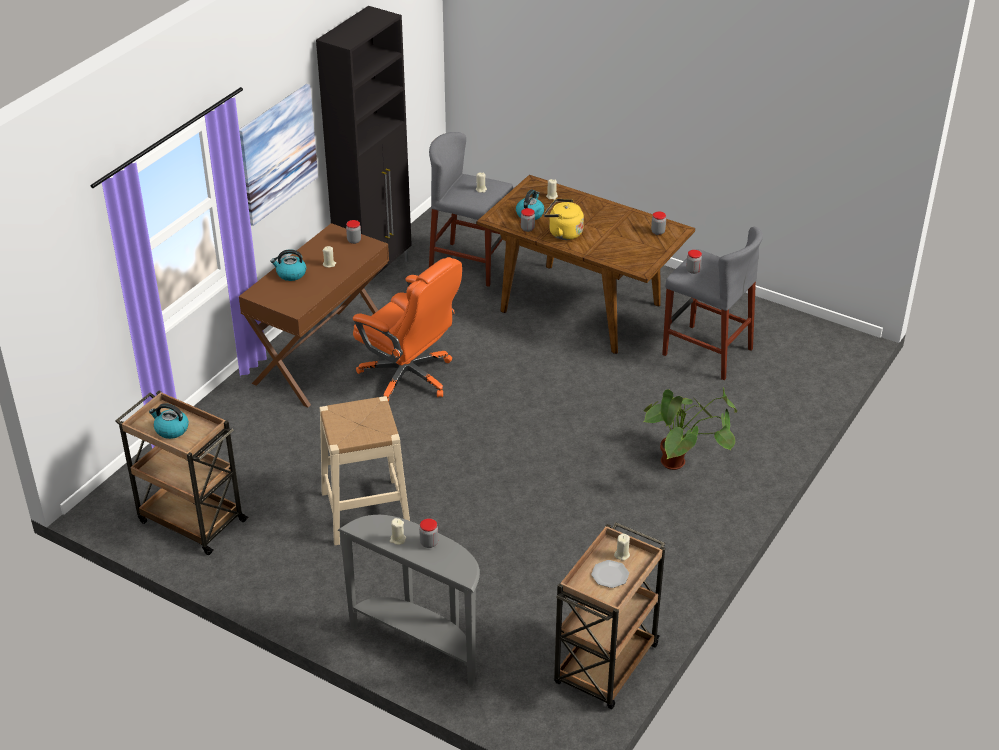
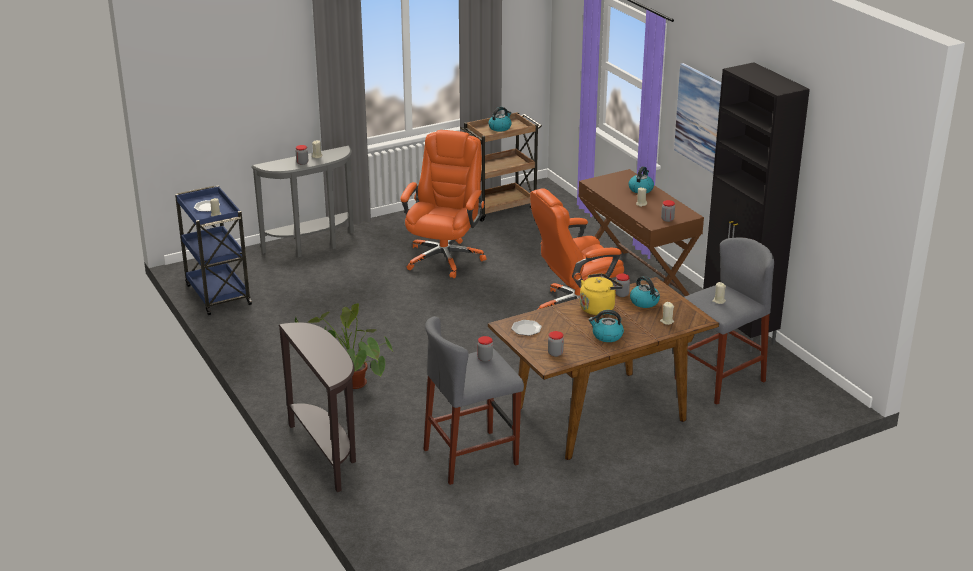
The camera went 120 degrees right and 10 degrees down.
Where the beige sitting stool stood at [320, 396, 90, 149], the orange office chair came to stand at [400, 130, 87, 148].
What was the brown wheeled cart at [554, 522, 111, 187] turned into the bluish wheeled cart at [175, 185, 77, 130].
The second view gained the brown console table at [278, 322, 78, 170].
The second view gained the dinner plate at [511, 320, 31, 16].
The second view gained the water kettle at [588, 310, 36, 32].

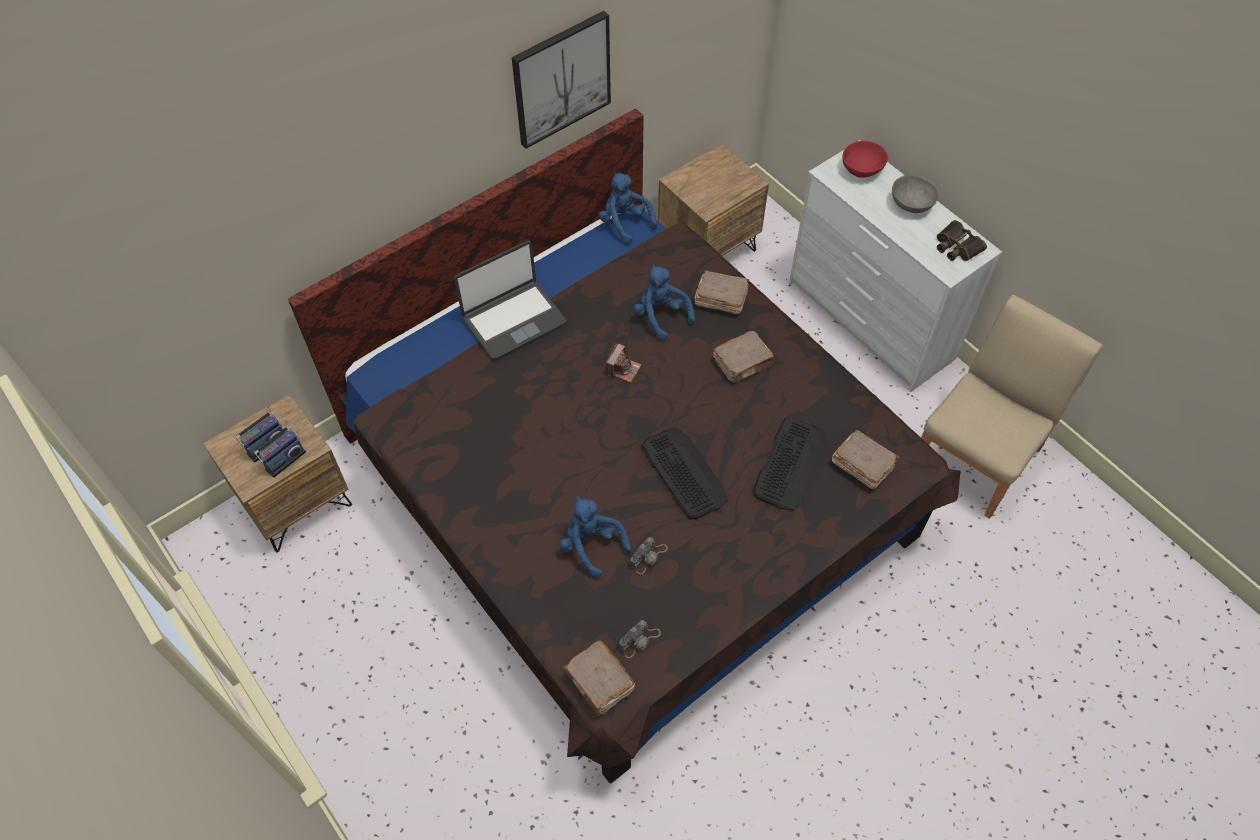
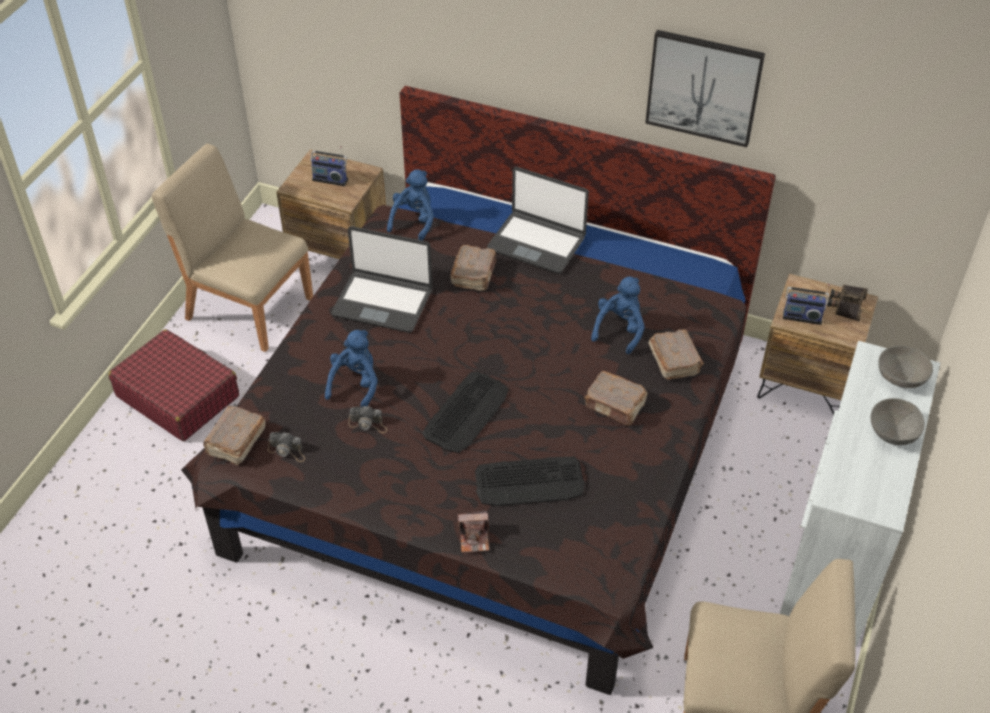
The camera went 60 degrees right and 10 degrees down.
The radio set ended up elsewhere, having gone from [254, 420, 52, 58] to [783, 284, 47, 41].
The bluish plush toy ended up elsewhere, having gone from [599, 173, 58, 72] to [387, 169, 47, 72].
The still camera ended up elsewhere, having gone from [606, 344, 35, 39] to [457, 511, 32, 42].
The brown volume ended up elsewhere, having gone from [832, 430, 67, 59] to [450, 245, 46, 46].
What was the red bowl at [842, 141, 46, 37] turned into the greyish bowl at [879, 345, 54, 43].
The binoculars ended up elsewhere, having gone from [937, 220, 50, 41] to [827, 284, 41, 38].
The second view gained the red suitcase at [108, 329, 131, 112].
The second view gained the beige chair at [152, 143, 161, 209].
The second view gained the laptop at [331, 226, 101, 107].

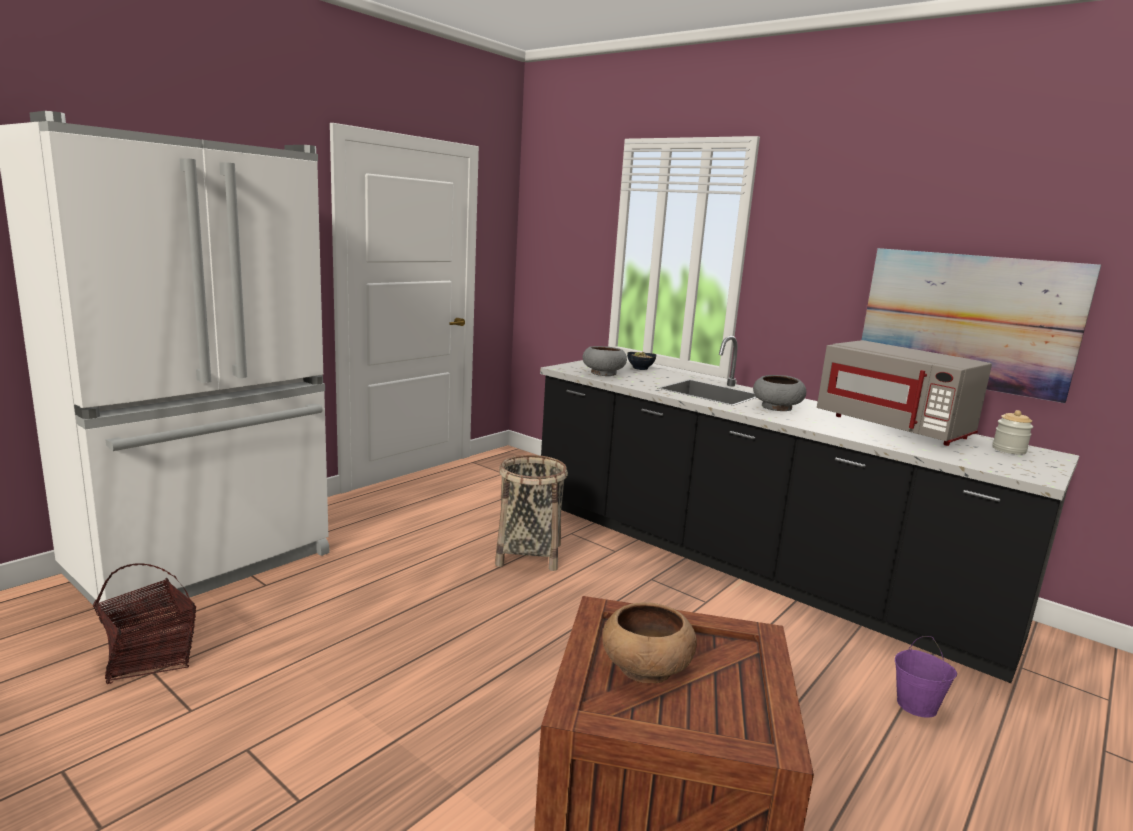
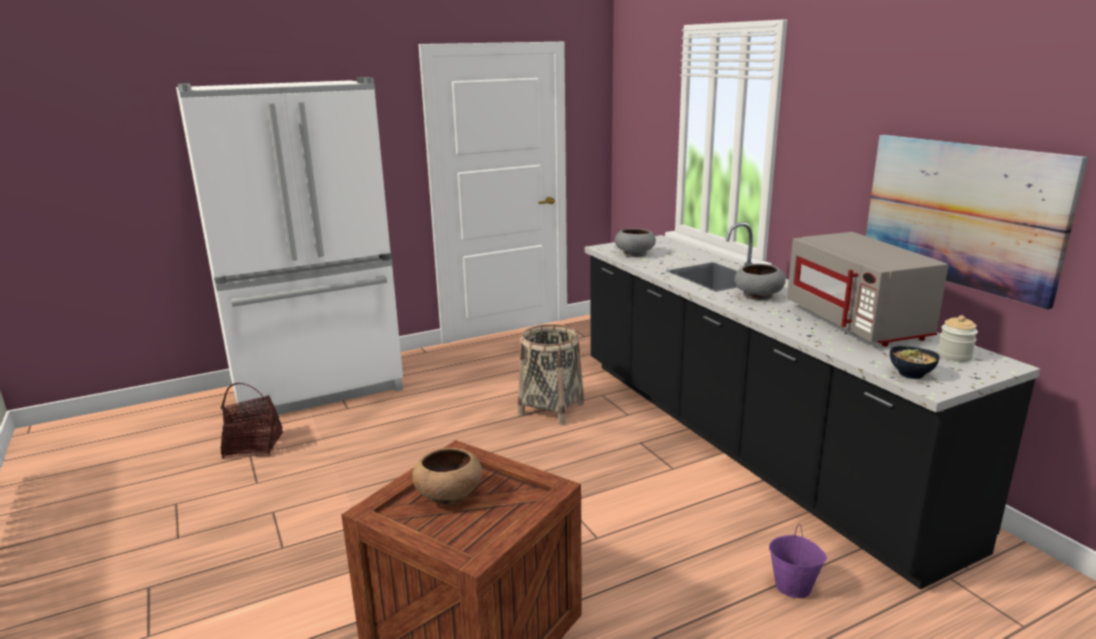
The camera went 25 degrees right and 5 degrees up.
The bowl ended up elsewhere, having gone from [627, 352, 29, 18] to [890, 346, 50, 33].

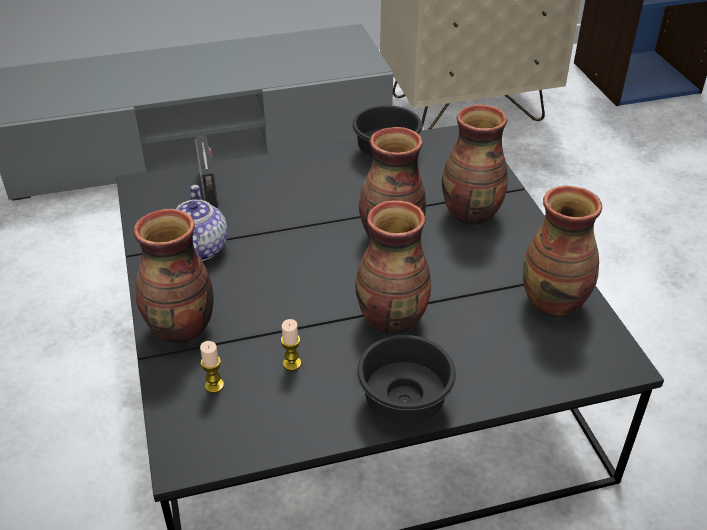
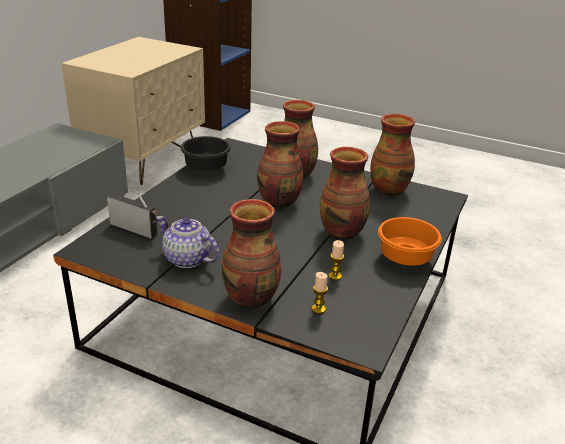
The camera went 50 degrees left and 10 degrees down.
What was the black-coloured bowl at [357, 335, 99, 89] turned into the orange bowl at [378, 217, 64, 48].

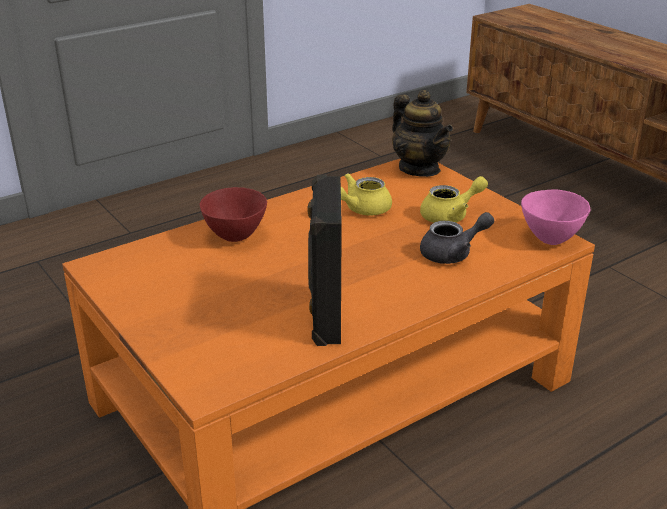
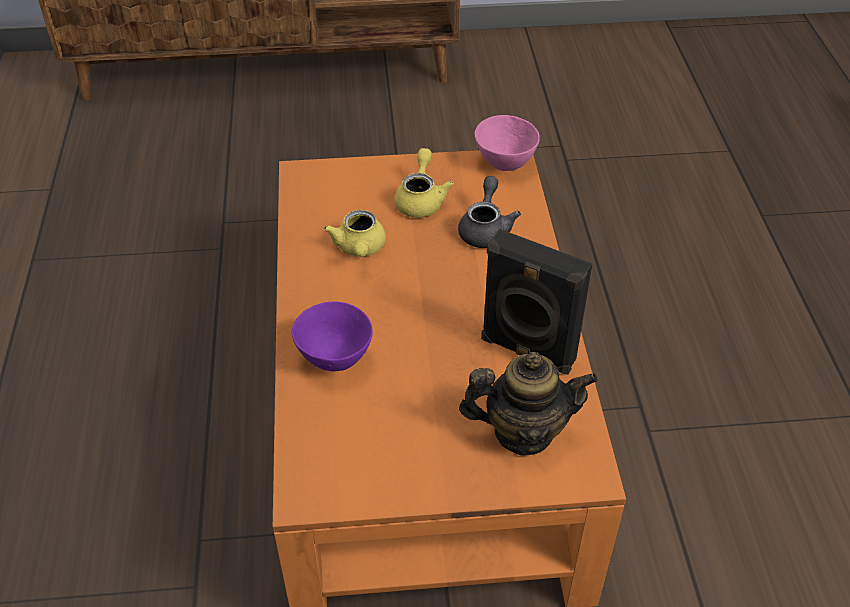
The camera went 60 degrees left and 15 degrees up.
What was the red bowl at [200, 187, 67, 55] turned into the purple bowl at [292, 302, 81, 69].
The teapot ended up elsewhere, having gone from [392, 90, 61, 87] to [459, 352, 139, 104].

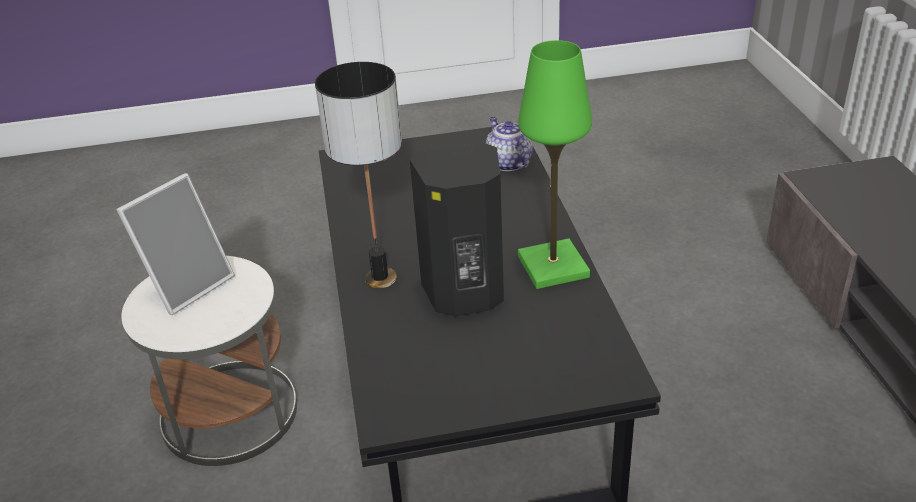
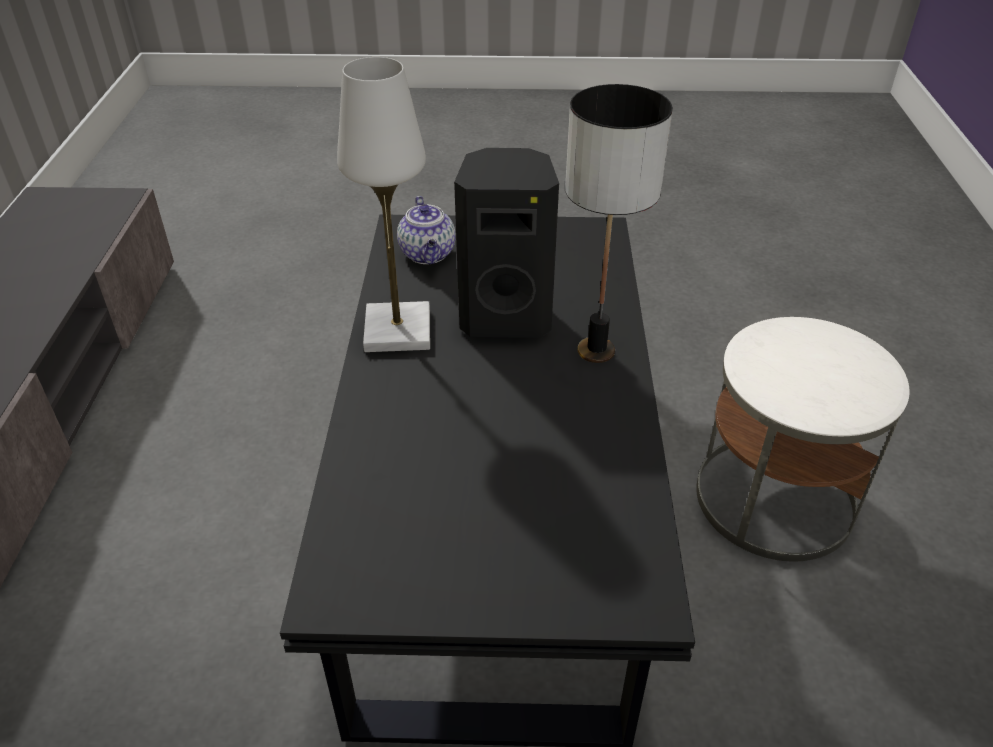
The camera went 170 degrees left and 5 degrees up.
The second view lost the photo frame at [117, 173, 118, 142].
The teapot ended up elsewhere, having gone from [486, 117, 47, 54] to [397, 196, 59, 68].
What was the greenish table lamp at [518, 40, 74, 249] turned into the white-coloured table lamp at [337, 57, 93, 295].

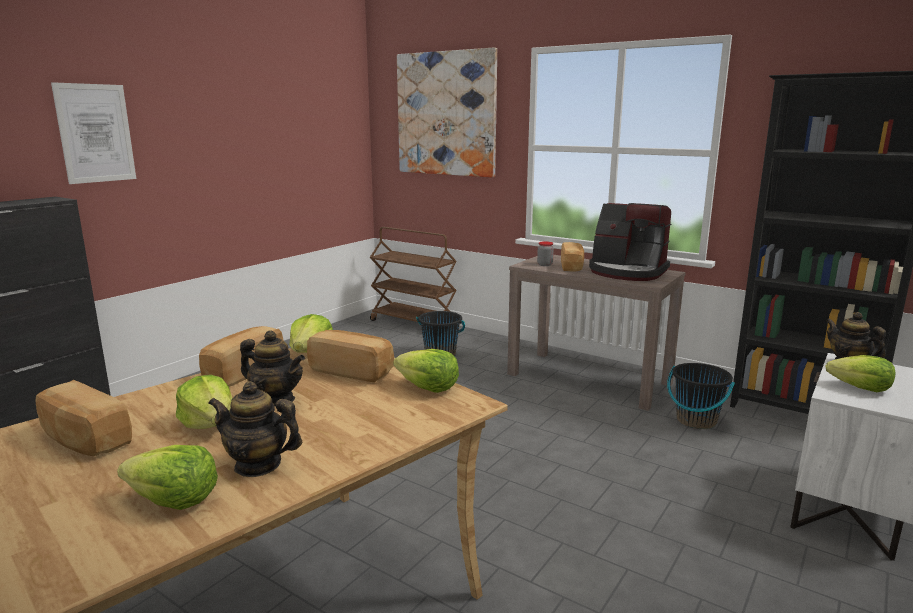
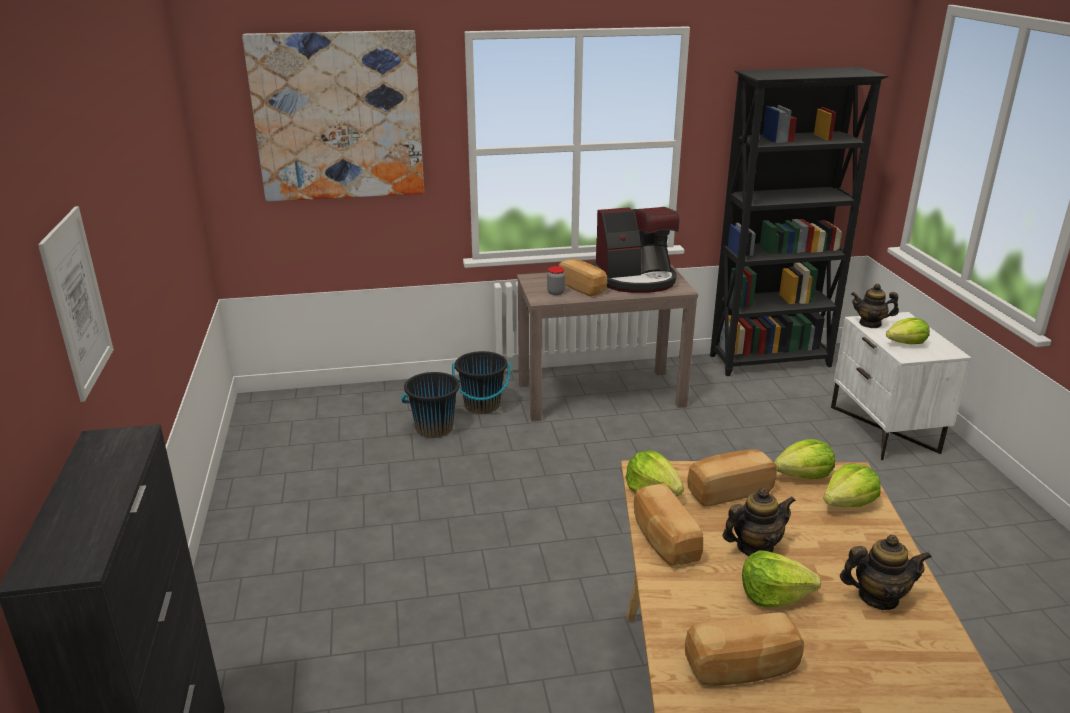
The camera went 45 degrees left and 10 degrees up.
The lettuce head ended up elsewhere, having gone from [117, 445, 101, 65] to [823, 464, 58, 44].
The teapot at [208, 381, 94, 96] ended up facing another way, 150 degrees counterclockwise from before.
The second view lost the brown wheeled cart at [370, 227, 87, 95].
The black-coloured pail ended up elsewhere, having gone from [667, 363, 68, 66] to [452, 351, 58, 63].

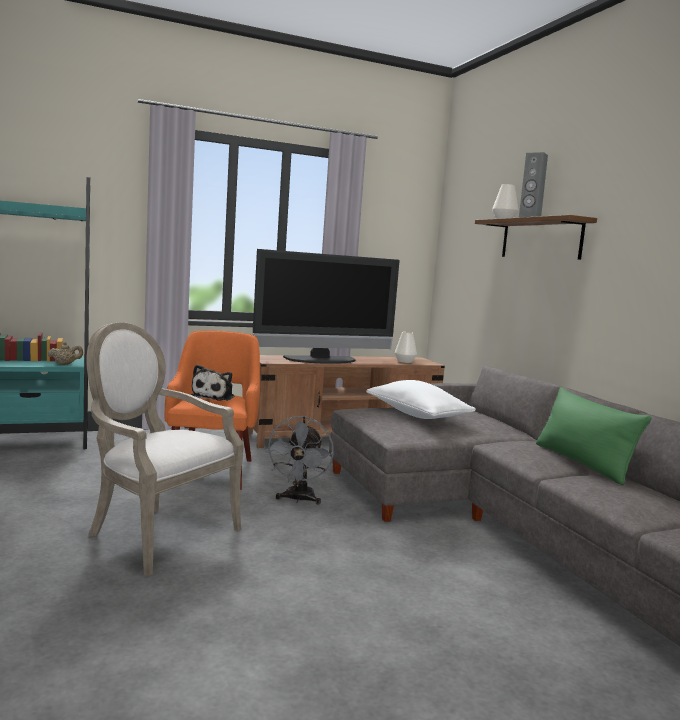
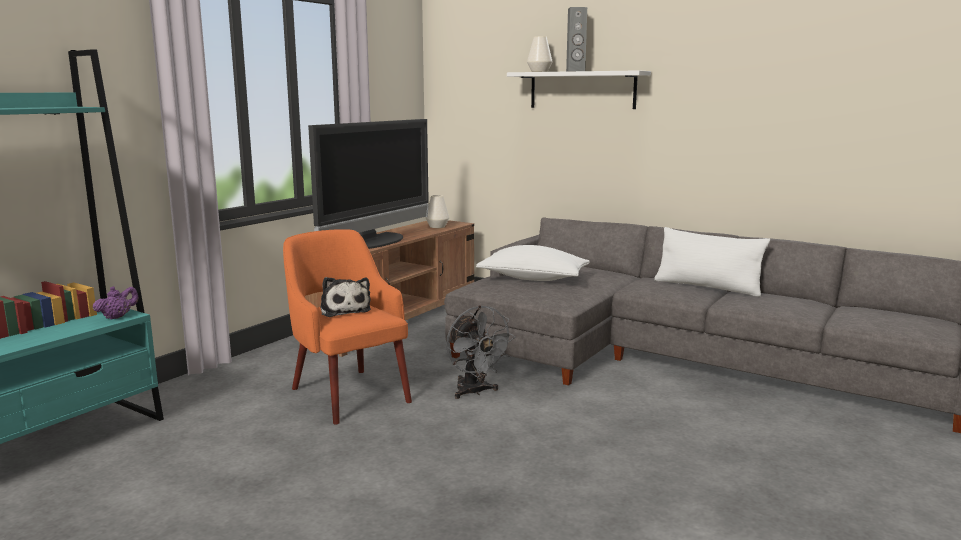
The camera went 35 degrees left and 5 degrees up.
What was the beige teapot at [48, 342, 35, 23] turned into the purple teapot at [93, 286, 46, 34].
The second view lost the armchair at [86, 322, 158, 255].
What was the brown bracket shelf at [475, 215, 122, 45] turned into the white-coloured bracket shelf at [507, 70, 144, 39].
What was the greenish cushion at [536, 387, 116, 98] turned into the white-coloured cushion at [654, 227, 116, 70].

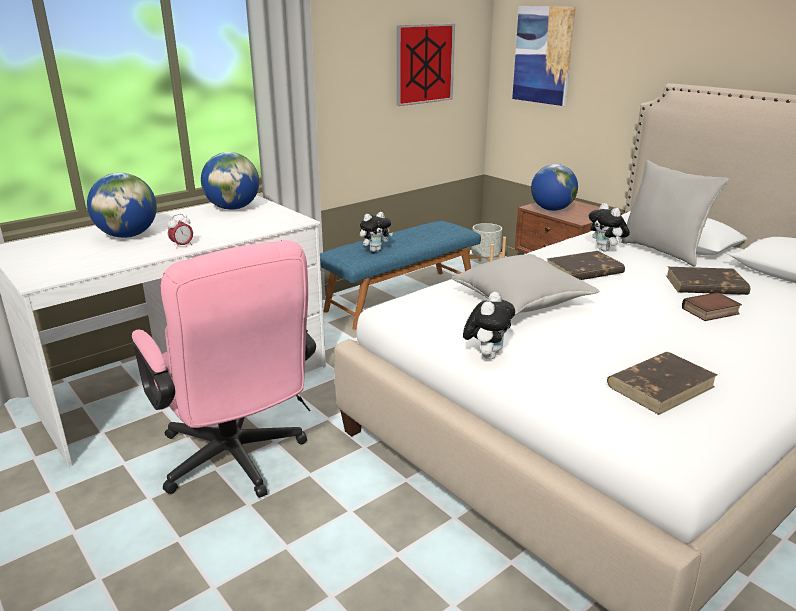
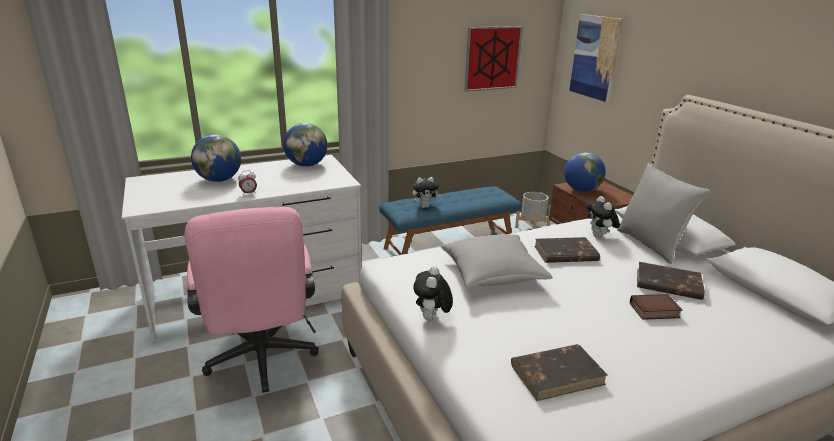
The camera went 15 degrees right and 0 degrees up.
The plush toy at [463, 292, 52, 67] ended up facing another way, 150 degrees clockwise from before.

